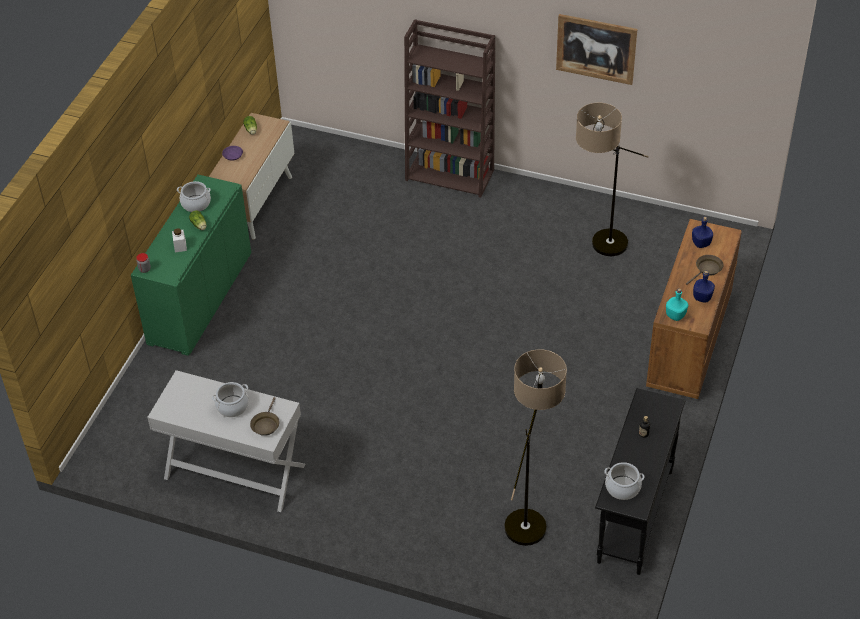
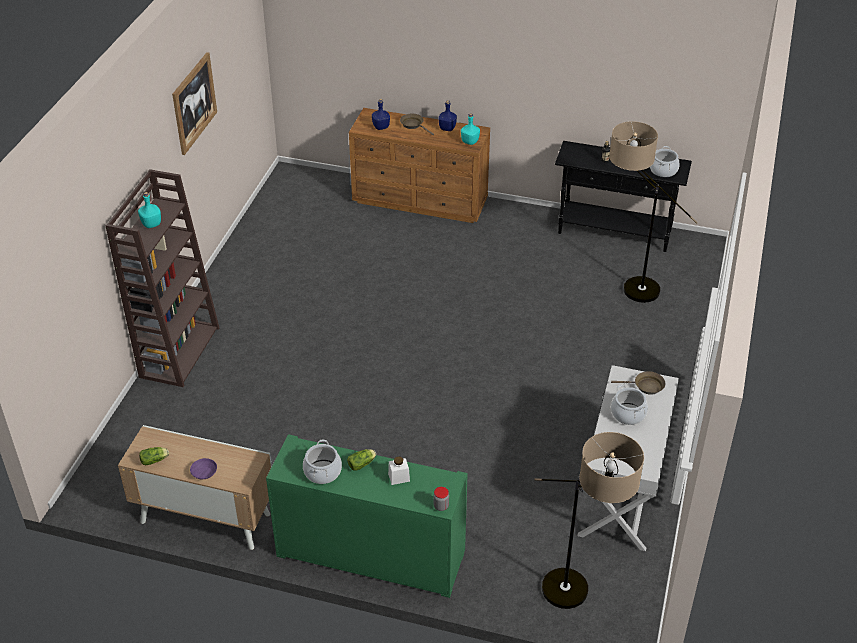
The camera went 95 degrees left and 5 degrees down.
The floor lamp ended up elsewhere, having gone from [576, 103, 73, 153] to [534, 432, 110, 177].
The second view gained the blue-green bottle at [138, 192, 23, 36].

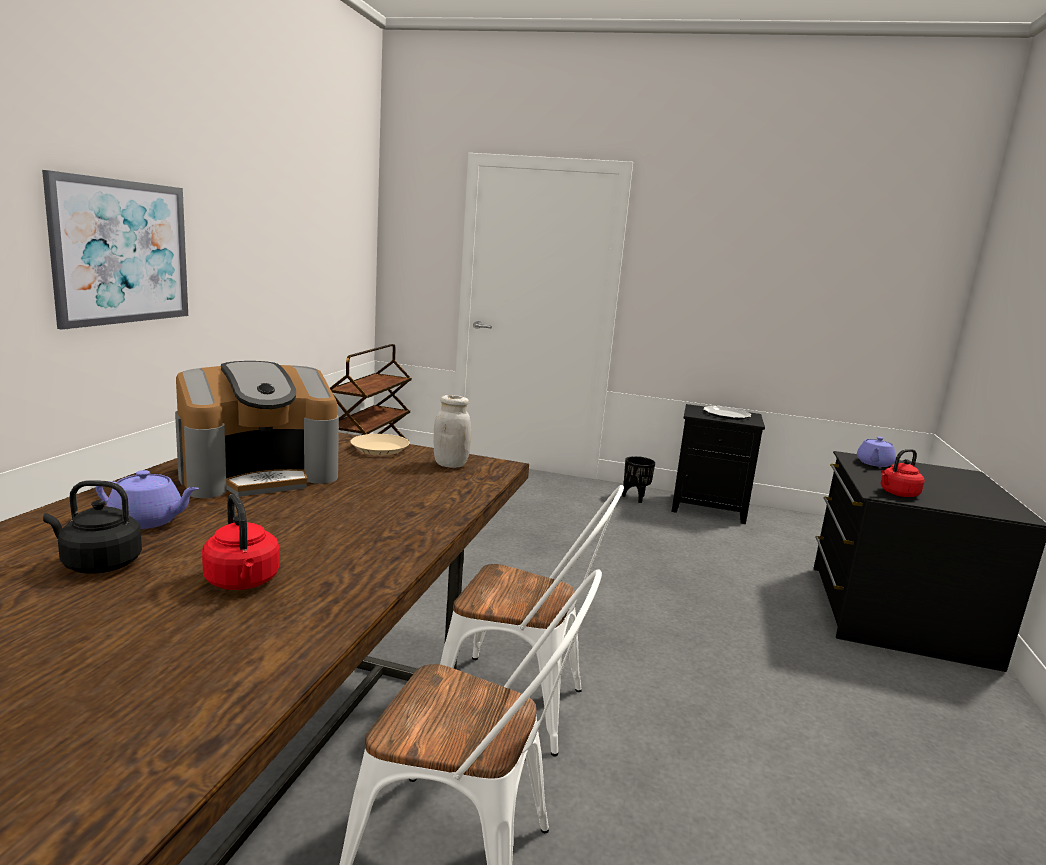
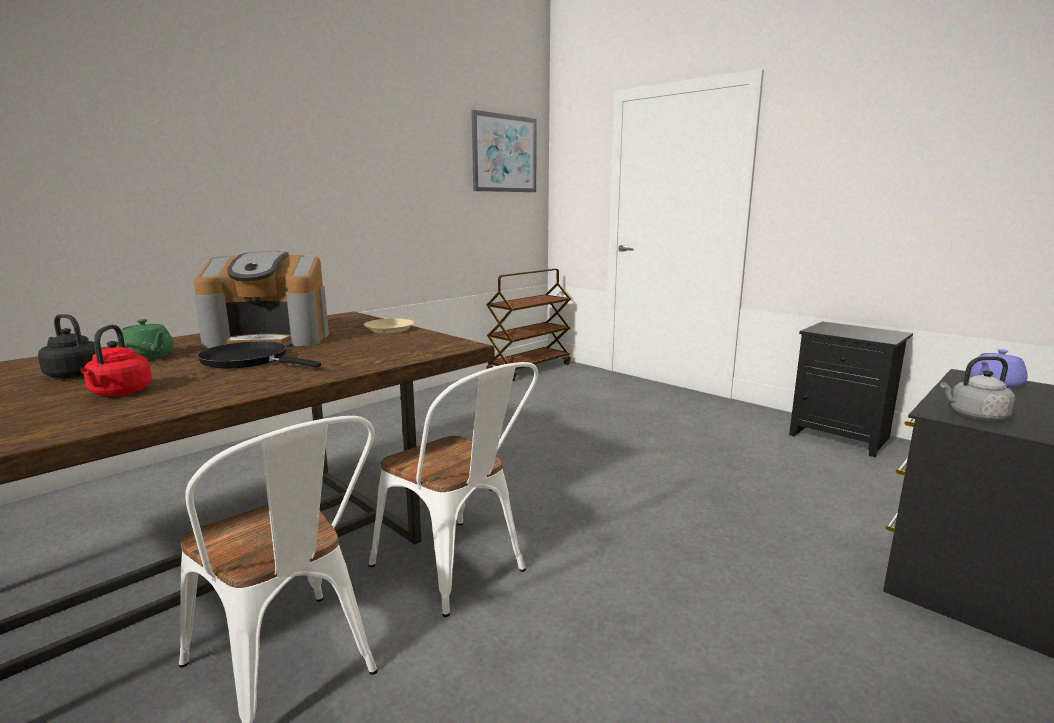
The camera went 30 degrees right and 0 degrees up.
The wall art ended up elsewhere, having gone from [42, 170, 146, 160] to [471, 110, 66, 82].
What was the purple teapot at [96, 470, 103, 59] turned into the greenish teapot at [117, 319, 57, 40].
The second view lost the white-coloured storage jar at [433, 395, 38, 73].
The second view lost the black-coloured planter at [622, 456, 33, 47].
The second view lost the dinner plate at [703, 406, 48, 14].
What was the red water kettle at [881, 449, 44, 48] turned into the greyish water kettle at [940, 356, 76, 65].
The second view gained the black-coloured frying pan at [197, 341, 124, 27].

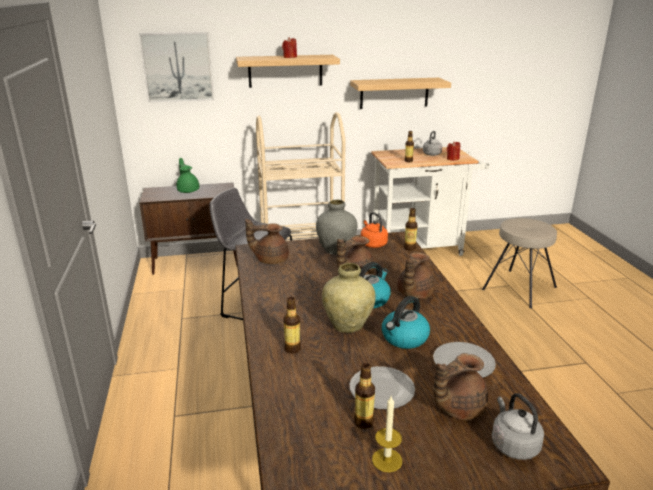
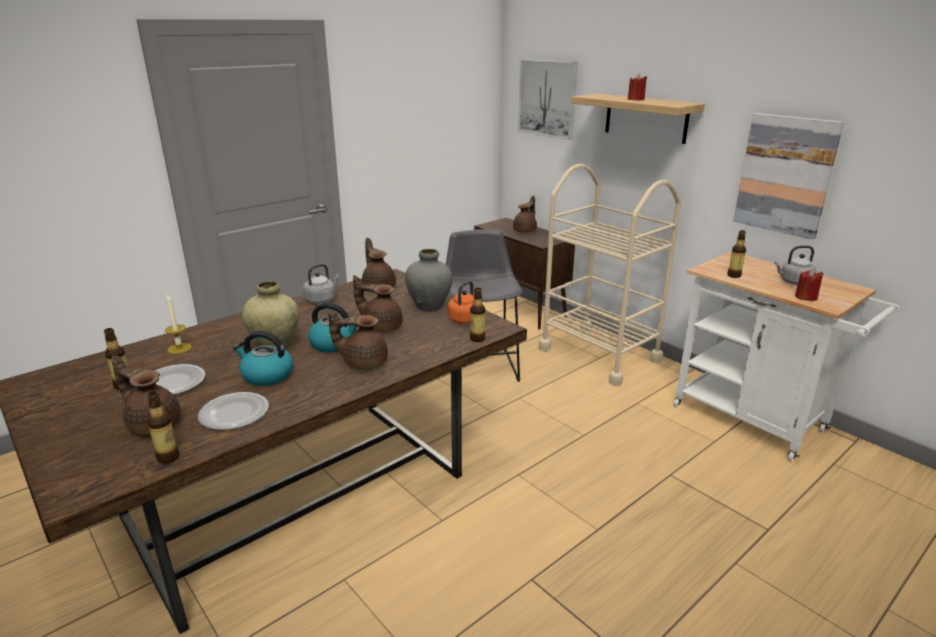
The camera went 60 degrees right and 0 degrees up.
What was the greenish teapot at [176, 158, 24, 35] turned into the brown teapot at [513, 195, 24, 38].
The bottle ended up elsewhere, having gone from [283, 297, 18, 56] to [147, 392, 32, 72].
Where the bracket shelf hung at [350, 78, 101, 31], the wall art came to hang at [733, 113, 111, 127].
The wax candle ended up elsewhere, having gone from [372, 396, 30, 76] to [165, 293, 27, 61].
The second view lost the beige sitting stool at [482, 218, 75, 91].
The greyish water kettle ended up elsewhere, having gone from [492, 393, 52, 67] to [303, 264, 37, 40].

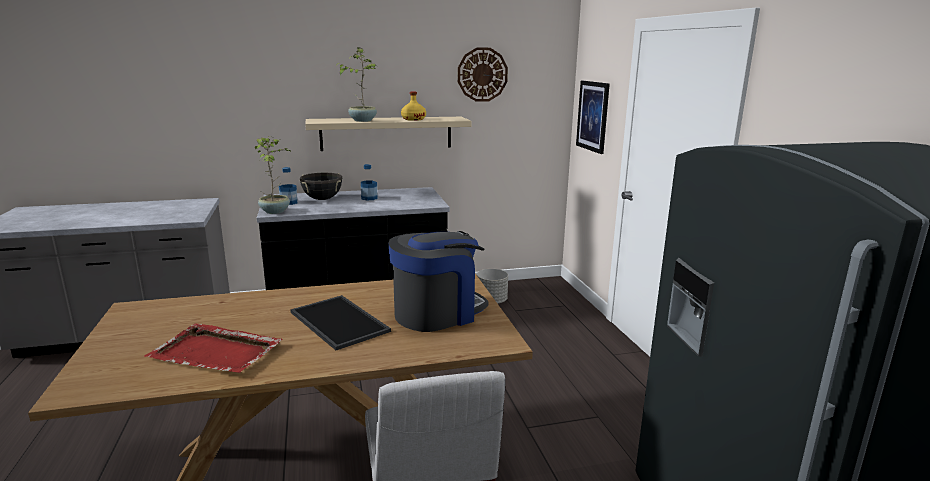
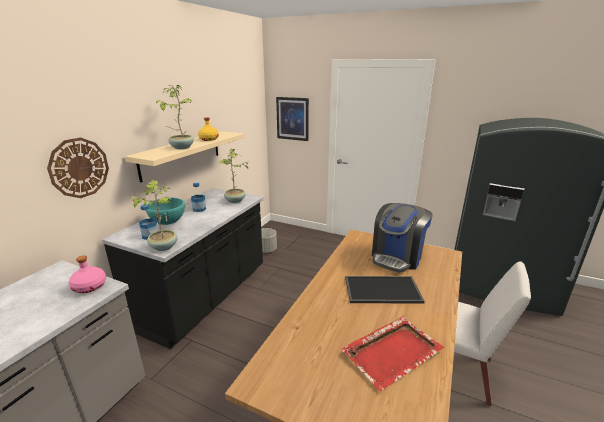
The camera went 50 degrees left and 5 degrees up.
What was the black-coloured cooking pot at [300, 173, 42, 27] turned into the blue-green cooking pot at [140, 198, 49, 27].
The coffee maker at [389, 231, 99, 101] ended up facing another way, 150 degrees counterclockwise from before.
The clock on the wall ended up elsewhere, having gone from [458, 47, 50, 55] to [47, 137, 62, 61].
The second view gained the pinkish bottle at [69, 255, 37, 38].
The second view gained the potted plant at [220, 148, 30, 55].

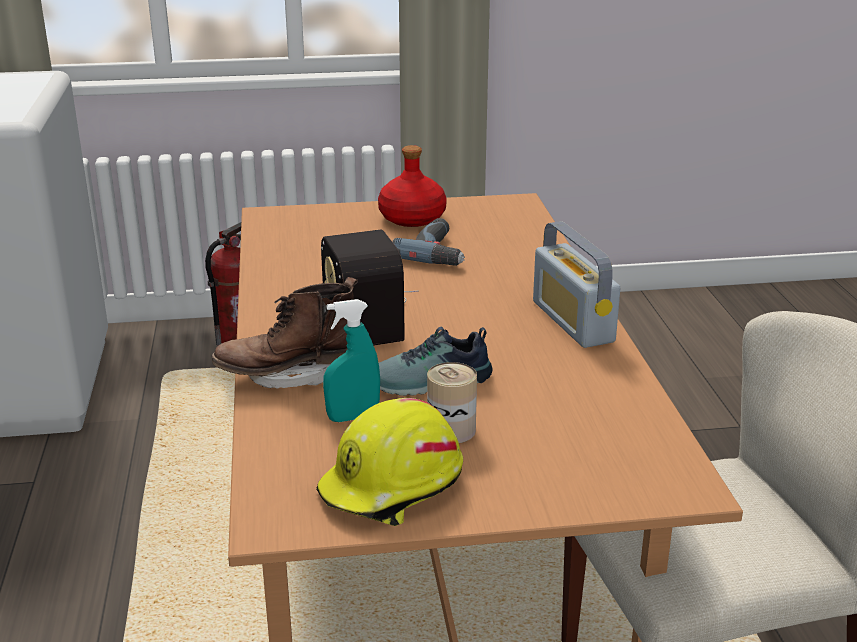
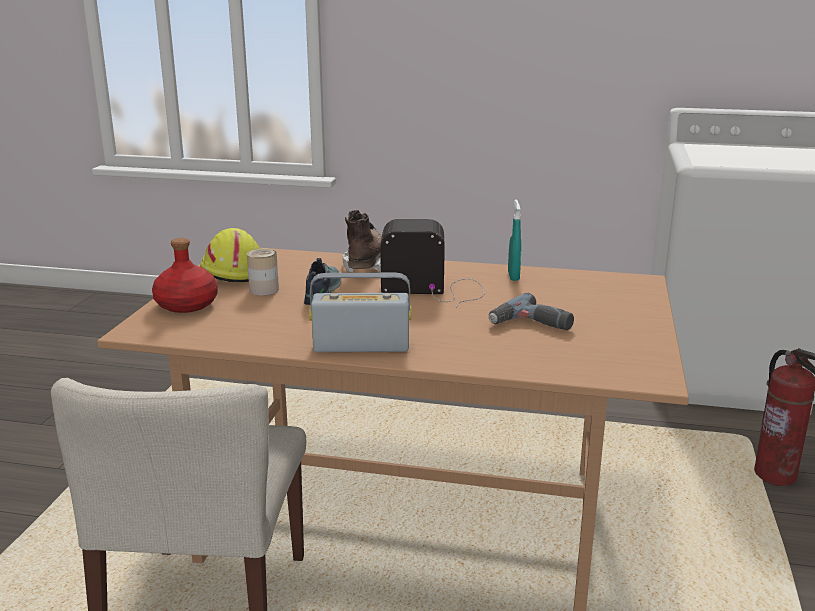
The camera went 110 degrees right and 5 degrees down.
The blue-green sprayer ended up elsewhere, having gone from [323, 299, 57, 123] to [508, 200, 13, 81].
The red bottle ended up elsewhere, having gone from [378, 145, 69, 82] to [152, 238, 66, 75].

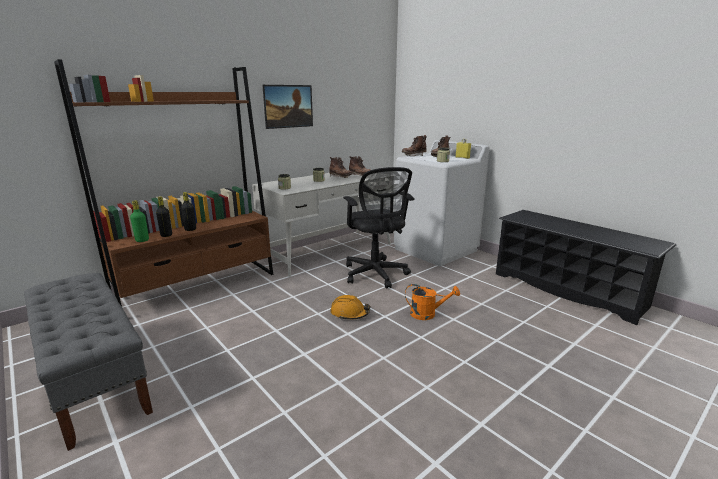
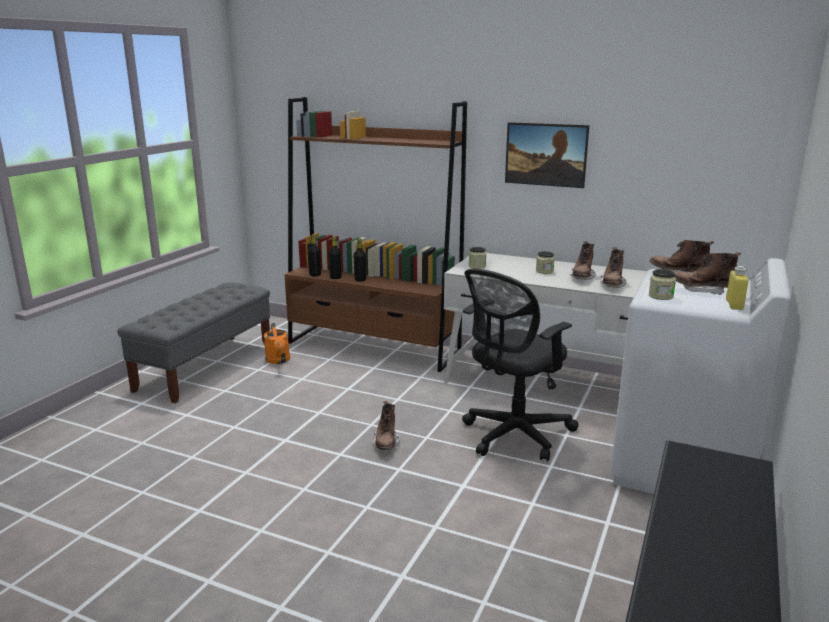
The camera went 65 degrees right and 0 degrees up.
What was the greenish bottle at [130, 200, 19, 42] turned into the black-coloured bottle at [308, 234, 13, 43].
Where the orange work helmet stood at [330, 295, 41, 25], the brown high-top boot came to stand at [373, 401, 27, 49].
The orange watering can ended up elsewhere, having gone from [405, 284, 55, 36] to [264, 323, 26, 41].

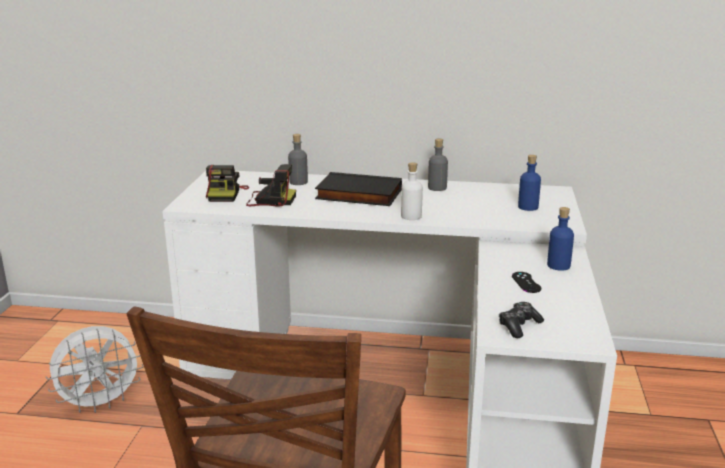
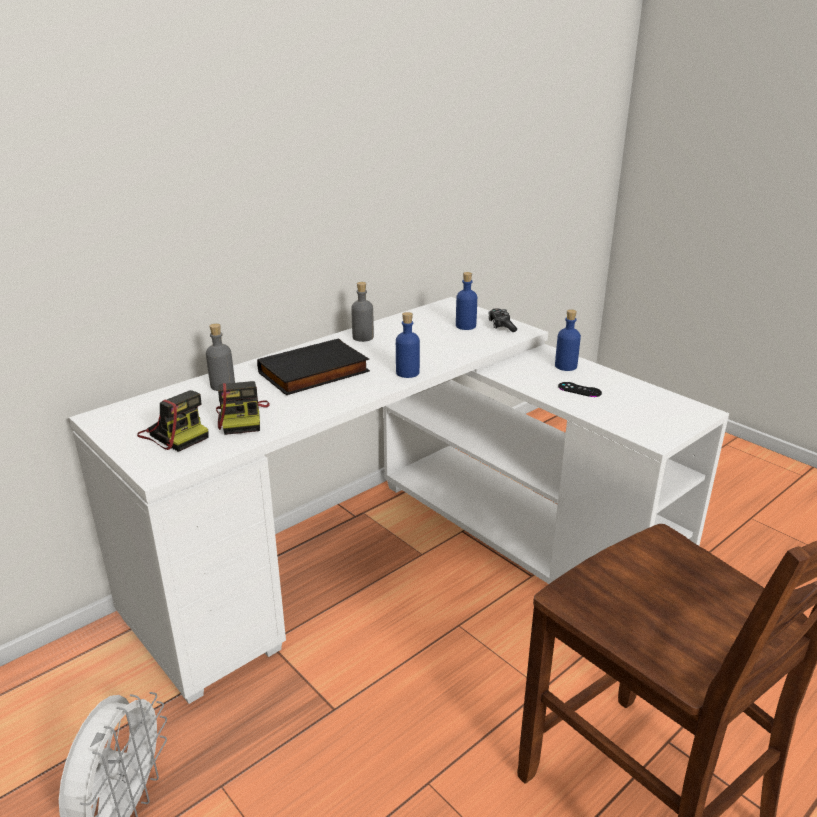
The camera went 50 degrees left and 5 degrees up.
The still camera at [246, 164, 50, 43] ended up facing another way, 120 degrees clockwise from before.
What was the white-coloured bottle at [401, 162, 22, 58] turned into the bluish bottle at [396, 312, 24, 66].
The joypad ended up elsewhere, having gone from [499, 302, 45, 36] to [488, 308, 29, 24].

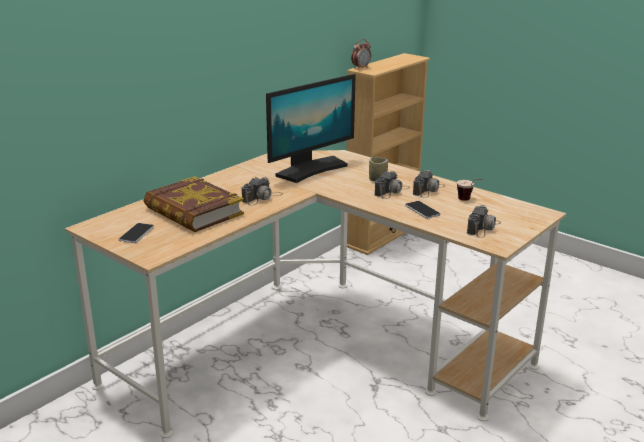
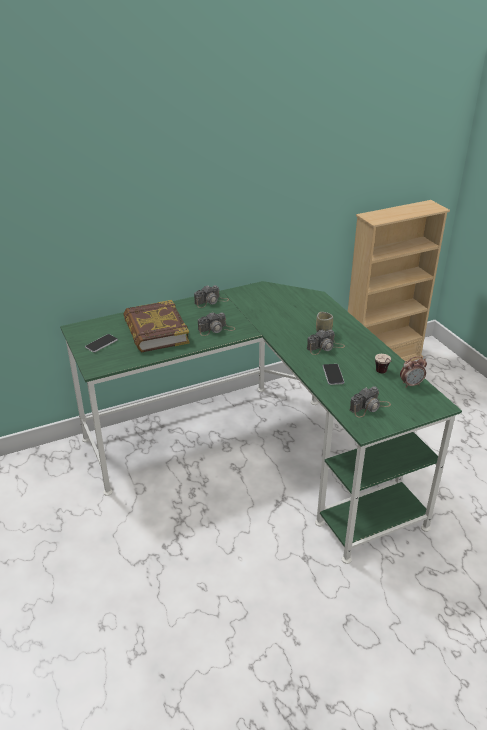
The camera went 25 degrees right and 10 degrees up.
What was the beige desk unit at [65, 150, 501, 288] turned into the greenish desk unit at [60, 281, 402, 283].
The second view lost the computer screen at [266, 74, 90, 109].
The bedside clock ended up elsewhere, having gone from [351, 39, 20, 30] to [400, 356, 27, 32].
The still camera ended up elsewhere, having gone from [413, 170, 32, 28] to [194, 285, 35, 23].

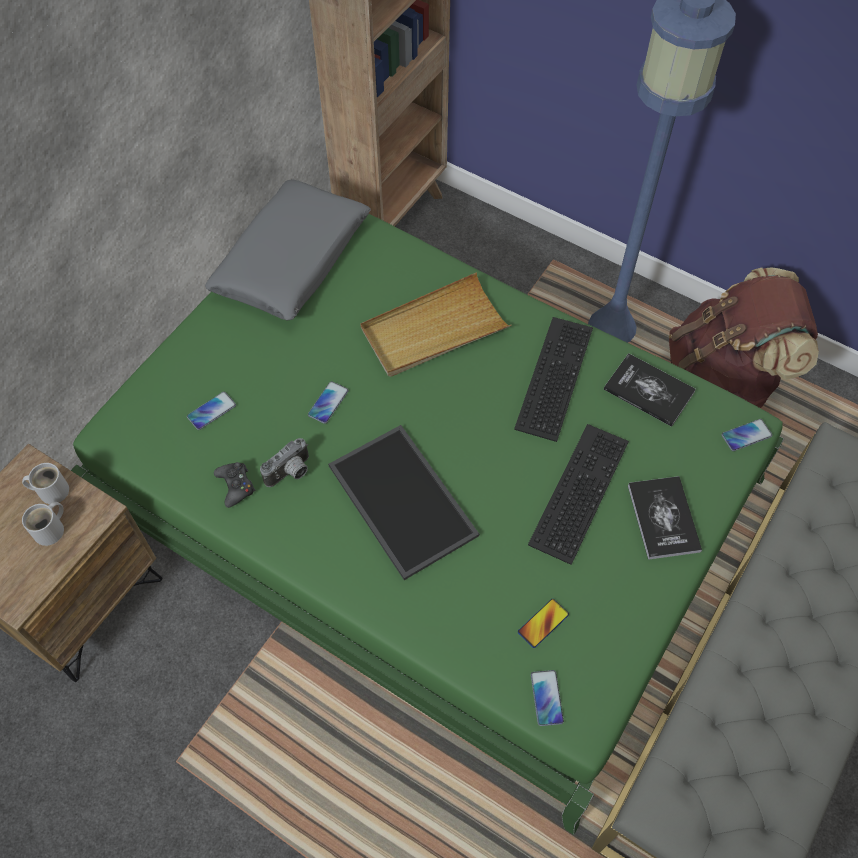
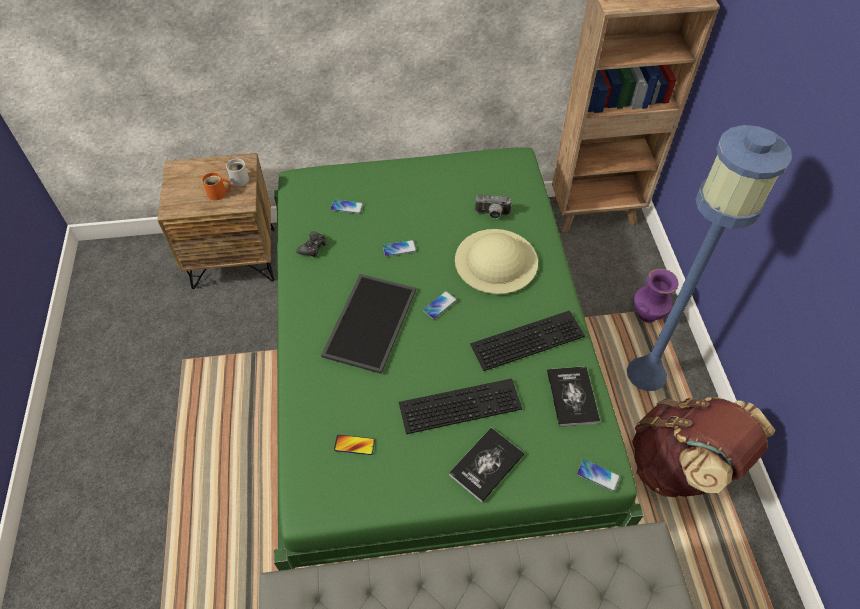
The camera went 50 degrees right and 5 degrees down.
What was the white-coloured tea mug at [22, 502, 42, 44] turned into the orange tea mug at [202, 172, 29, 28].
The second view lost the greyish cushion at [205, 179, 166, 142].
The still camera ended up elsewhere, having gone from [260, 438, 49, 49] to [475, 194, 37, 25].
Where the beige serving tray stood at [360, 272, 151, 105], the beige clothing hat came to stand at [455, 229, 83, 65].
The telephone ended up elsewhere, having gone from [531, 670, 33, 56] to [423, 291, 34, 28].
The second view gained the purple vase at [633, 269, 45, 54].

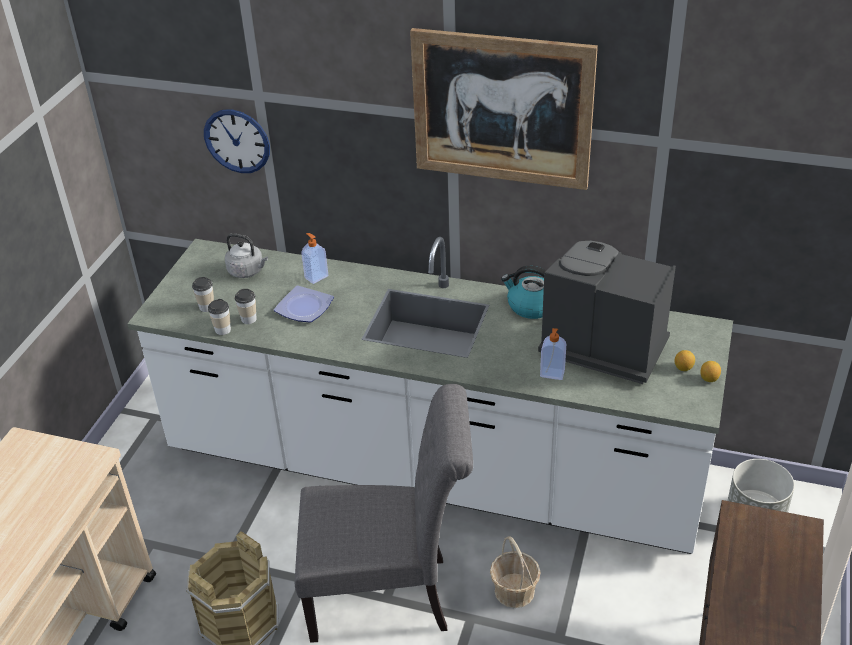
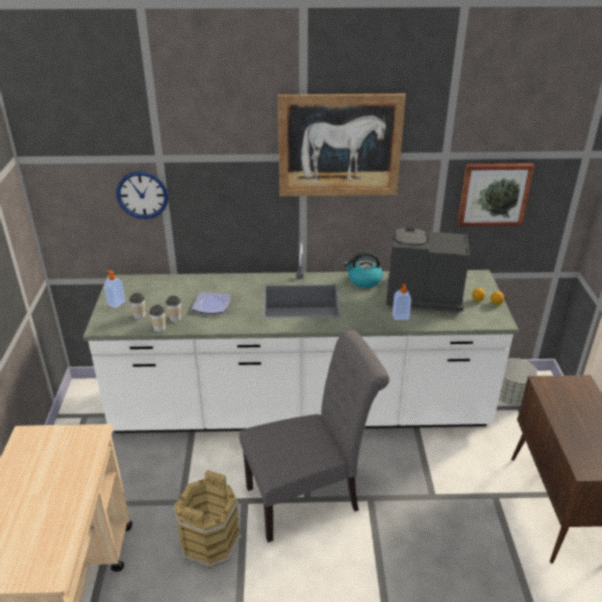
The camera went 20 degrees left and 5 degrees down.
The second view lost the greyish water kettle at [225, 233, 43, 45].
The soap dispenser ended up elsewhere, having gone from [301, 233, 27, 51] to [104, 270, 22, 38].
The second view lost the storage basket at [490, 536, 51, 72].
The second view gained the wall art at [457, 163, 78, 63].

